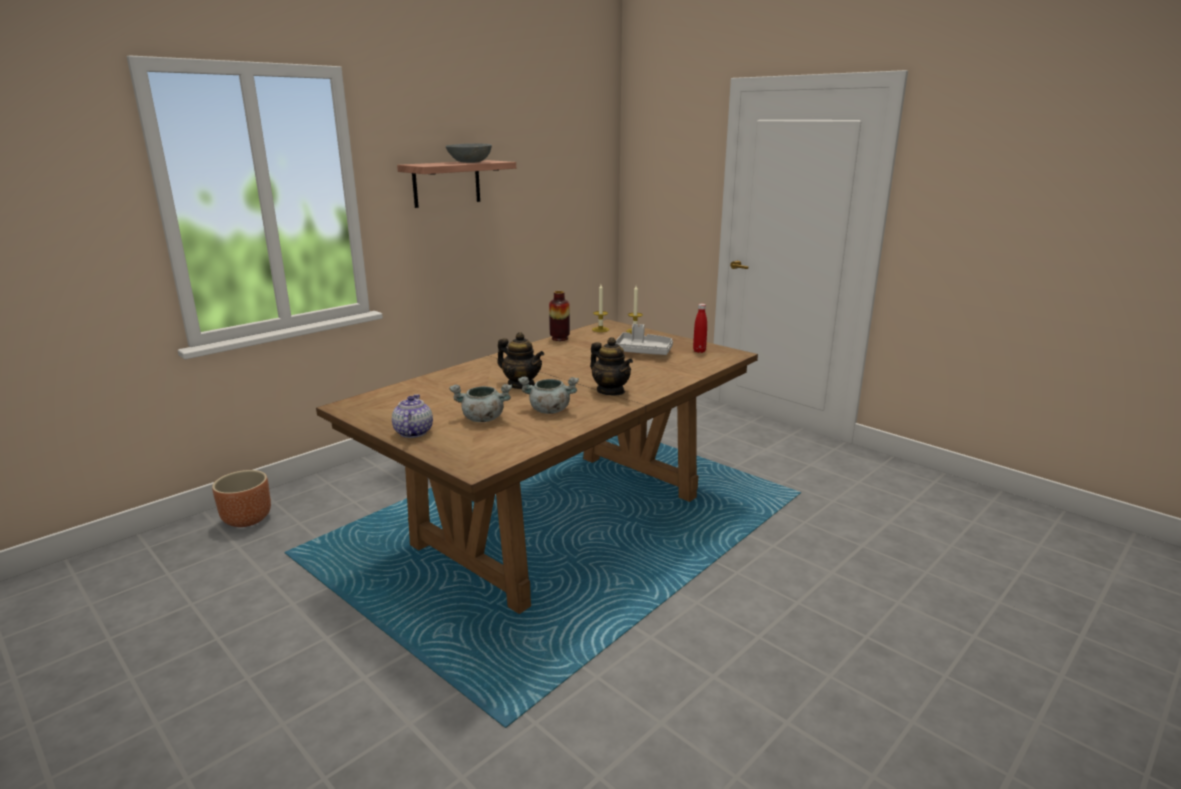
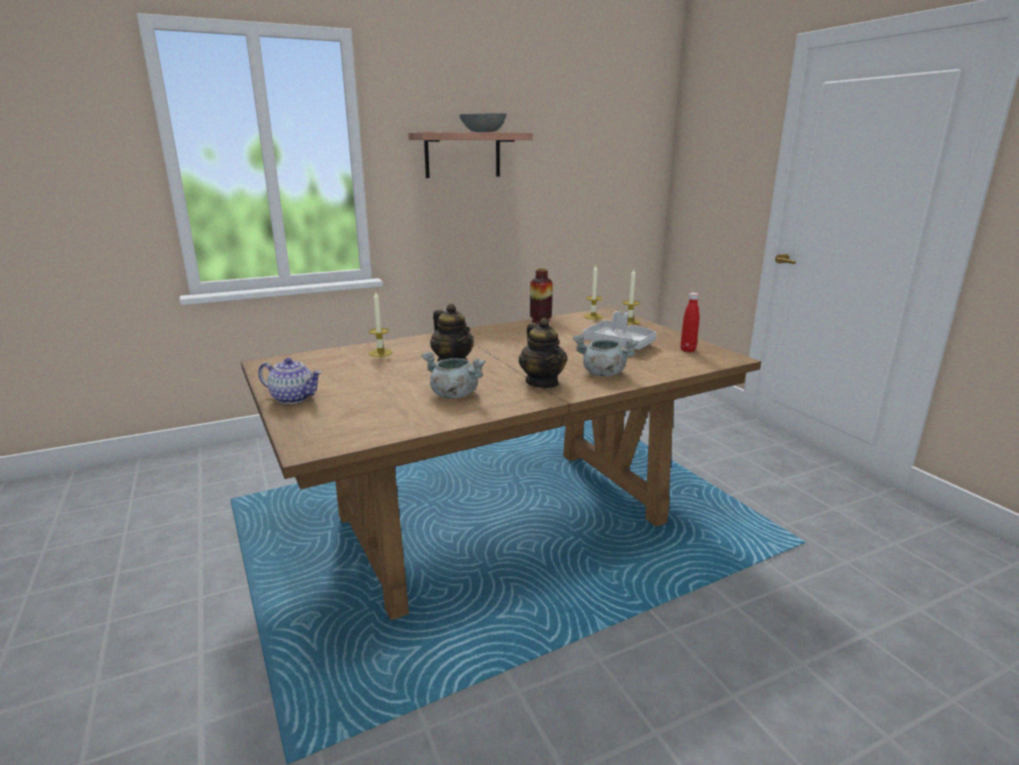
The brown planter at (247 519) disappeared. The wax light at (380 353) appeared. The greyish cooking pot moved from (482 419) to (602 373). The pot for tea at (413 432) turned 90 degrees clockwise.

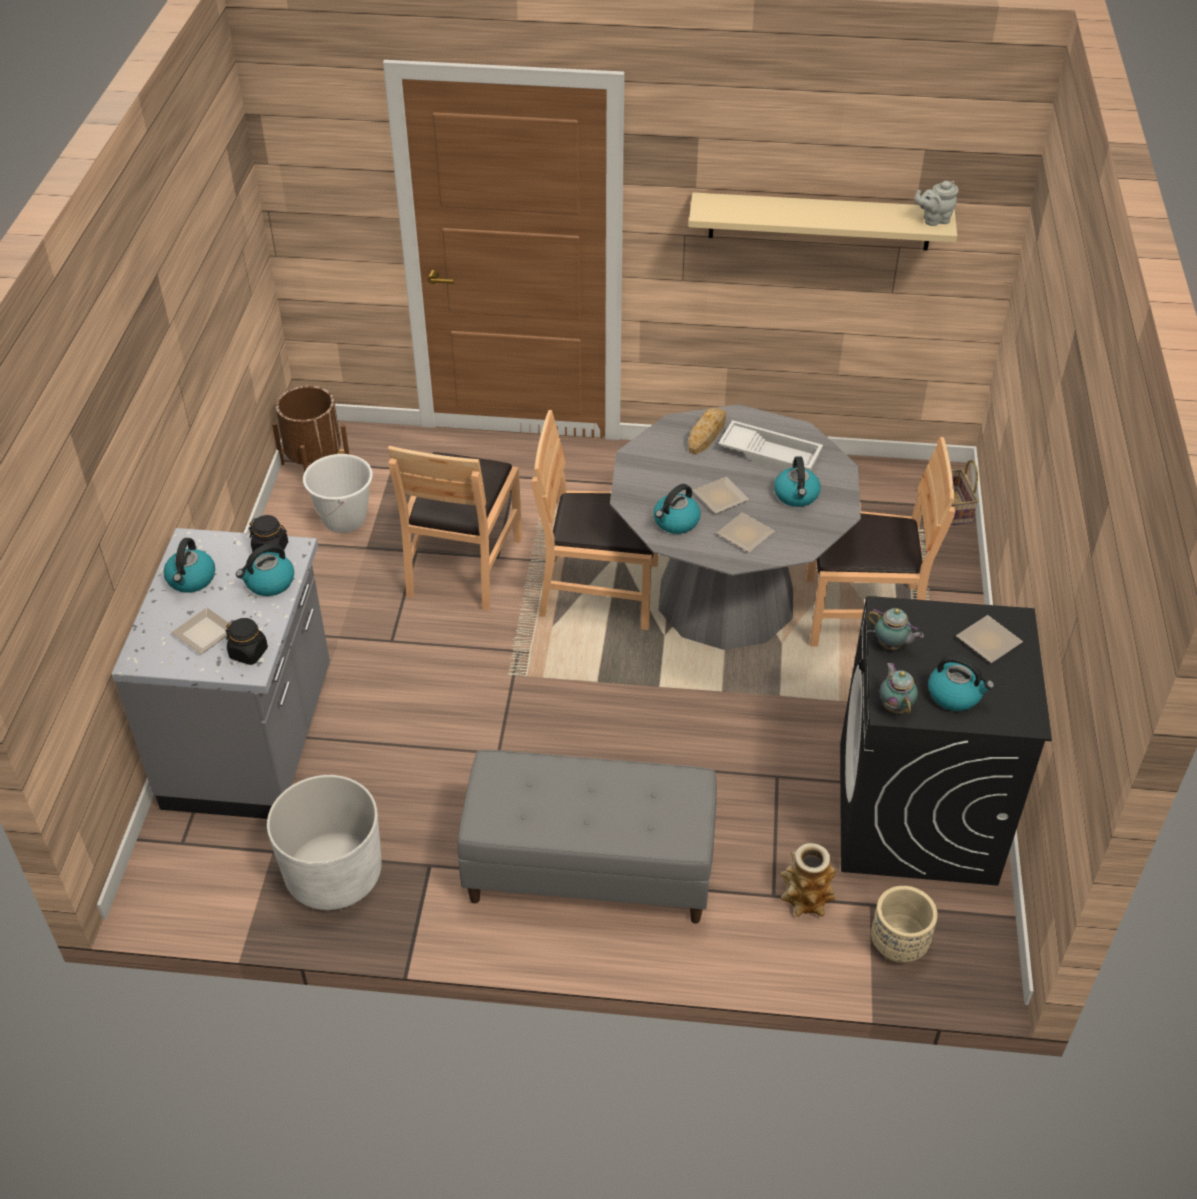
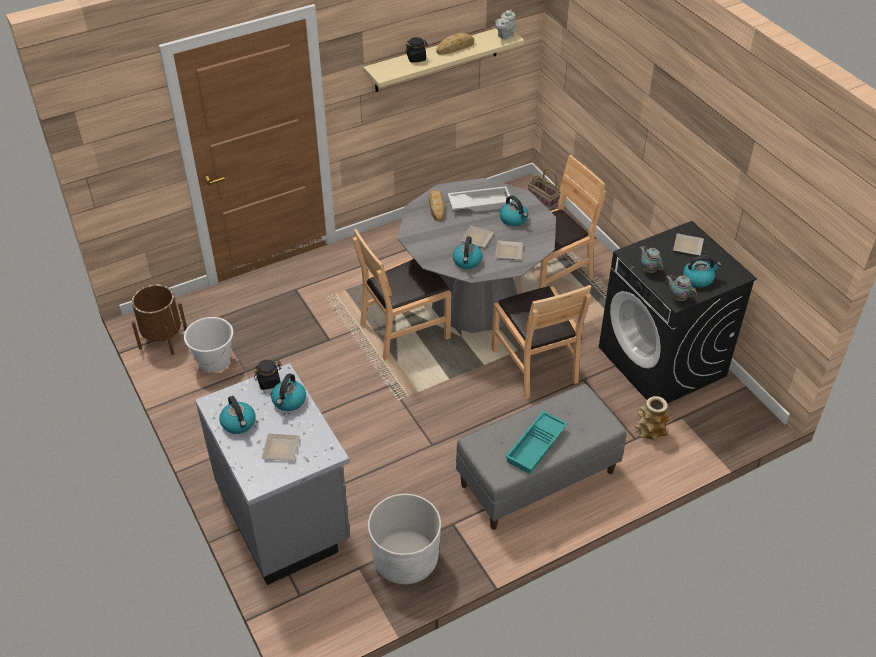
The beige planter at (898 945) disappeared. The bread at (455 47) appeared. The turquoise tray at (536 446) appeared. The black preserve jar moved from (249 653) to (416 58). The brown upright chair moved from (462 566) to (535 365). The pot for tea at (891 646) turned 120 degrees counterclockwise.

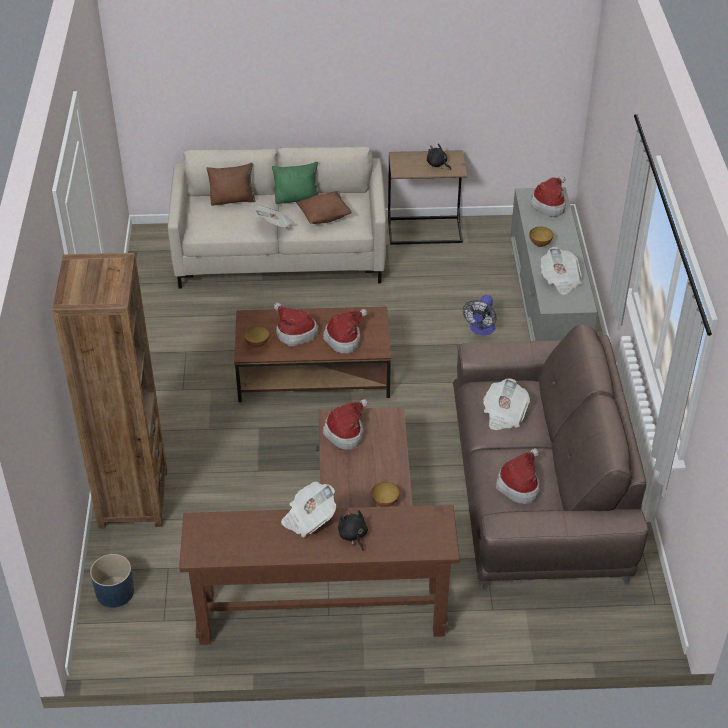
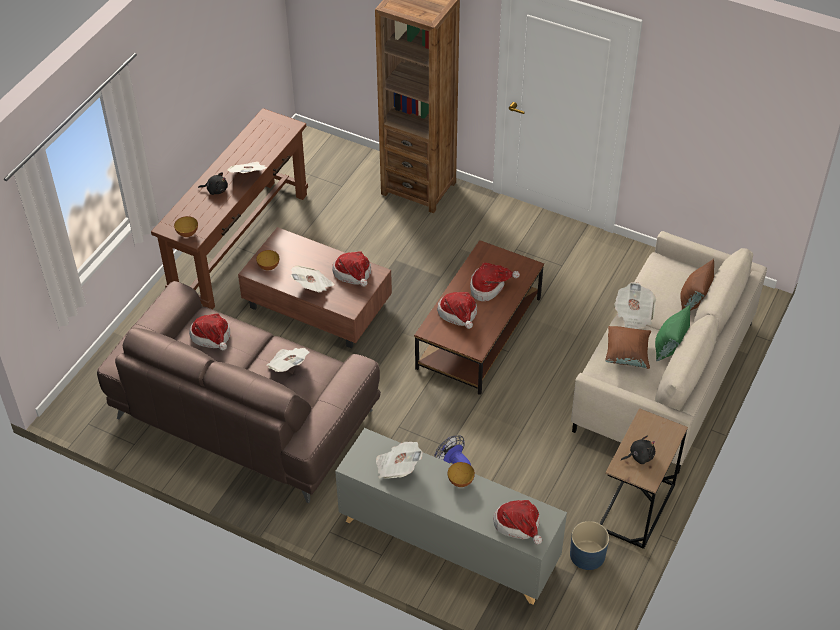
The printed paper at (313 286) appeared. The bluish planter moved from (115 592) to (587 555). The bowl moved from (257 344) to (187 234).

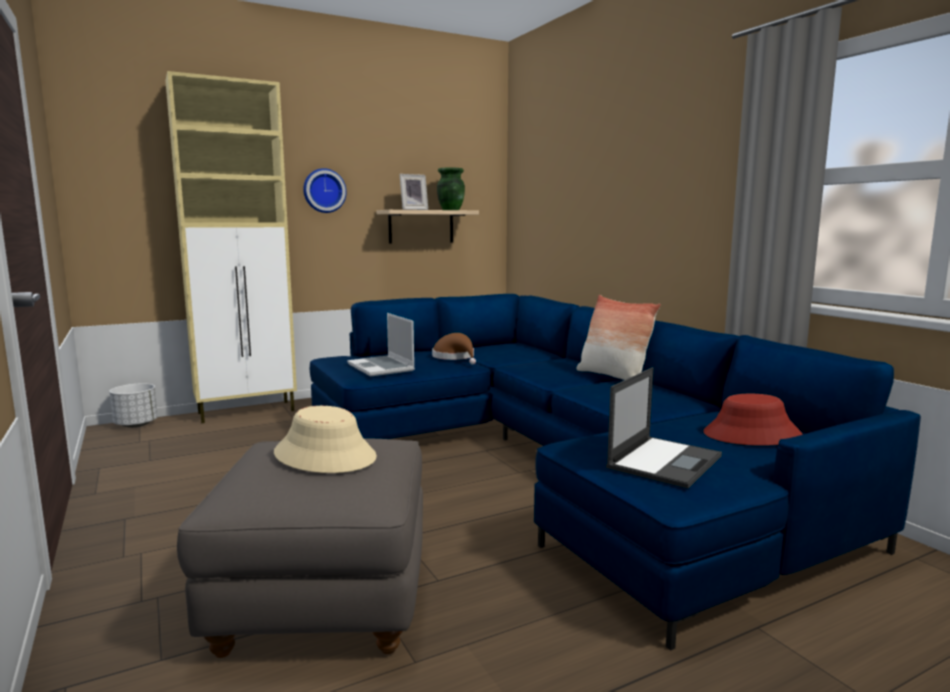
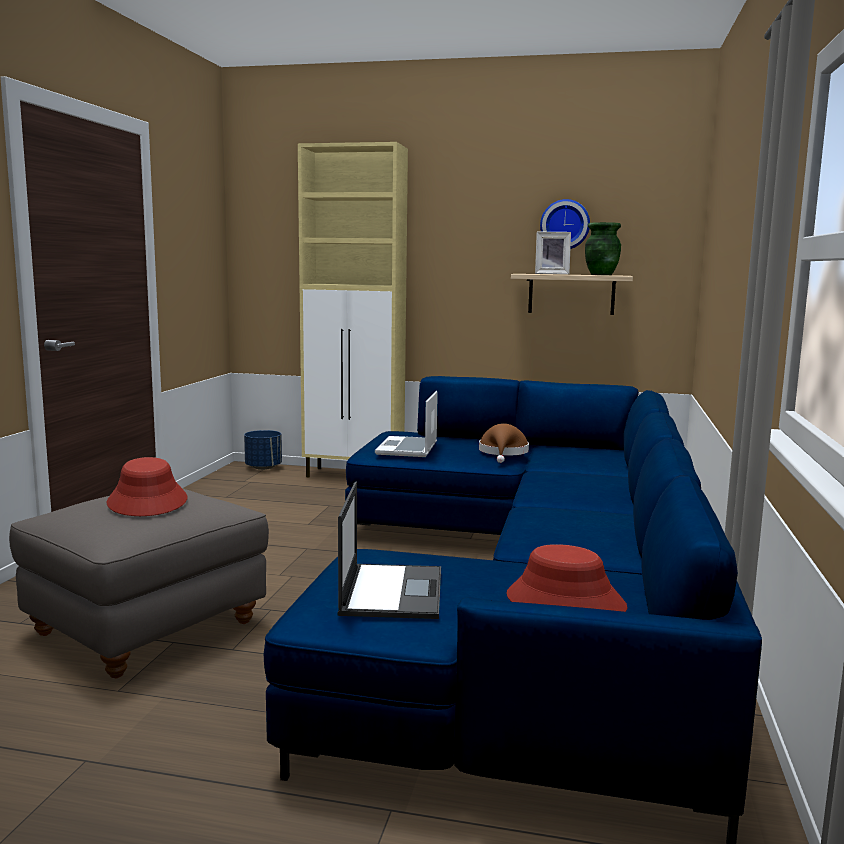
The pillow at (612 376) disappeared. The wall clock moved from (324 191) to (565 224). The white planter at (136 424) became the bluish planter at (263 467). The beige hat at (325 455) became the red-coloured hat at (148 501). The portable computer at (665 461) turned 75 degrees counterclockwise.

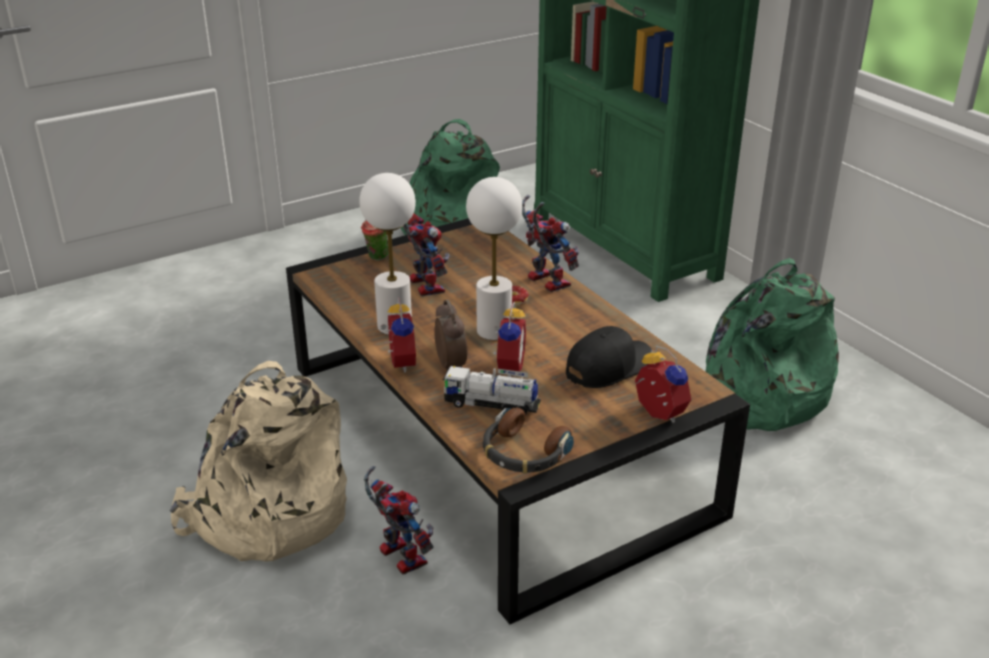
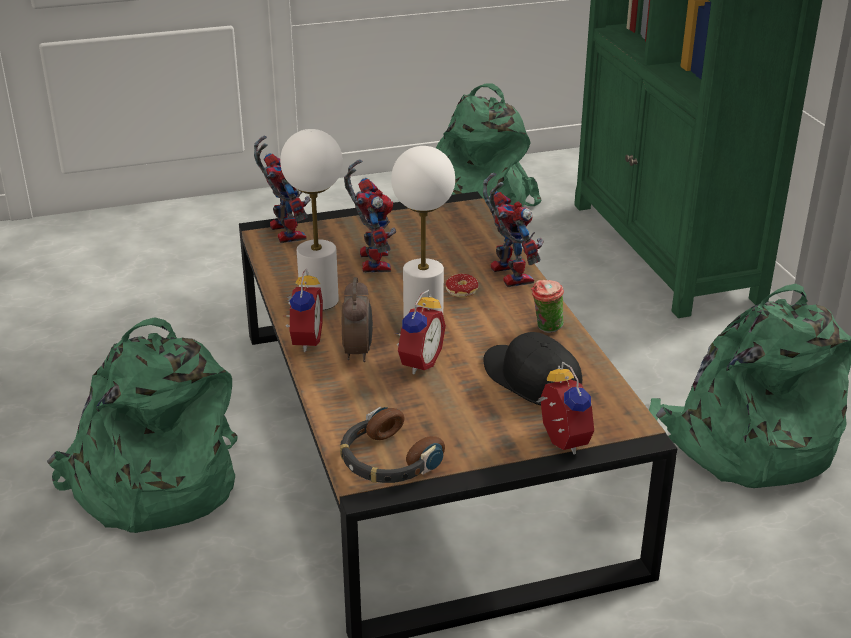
The toy truck at (491 404) disappeared. The cup moved from (376 258) to (546 329). The robot figure moved from (397 555) to (282 231). The beige backpack at (267 514) became the greenish backpack at (152 483). The black cap at (608 367) turned 105 degrees counterclockwise.

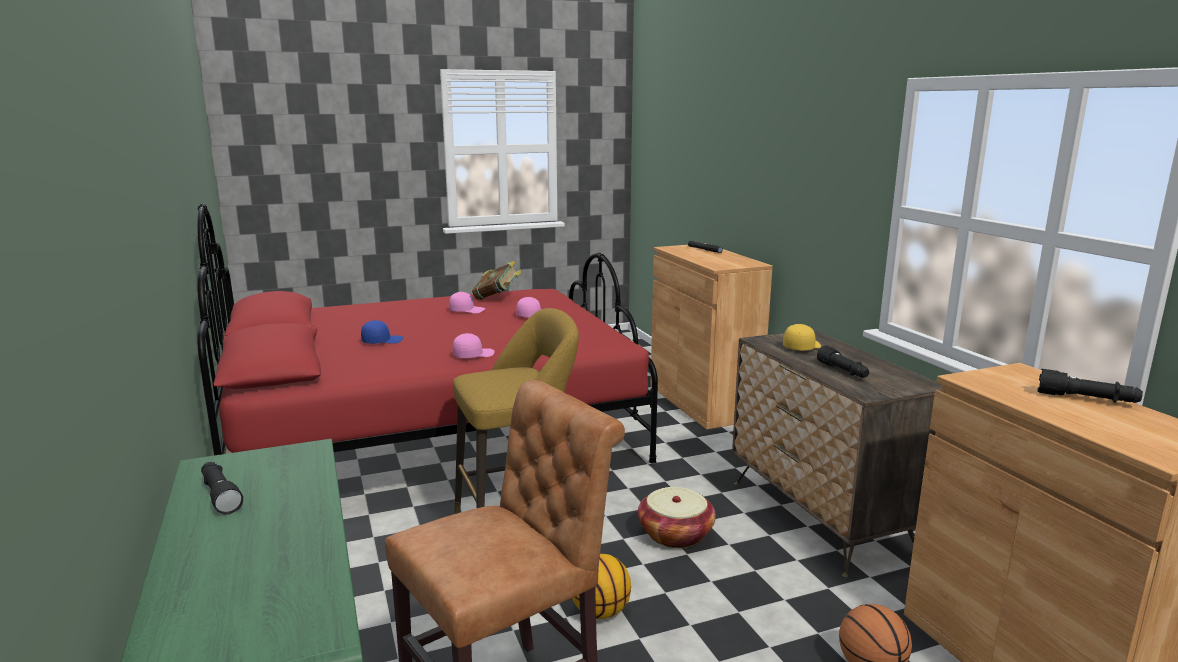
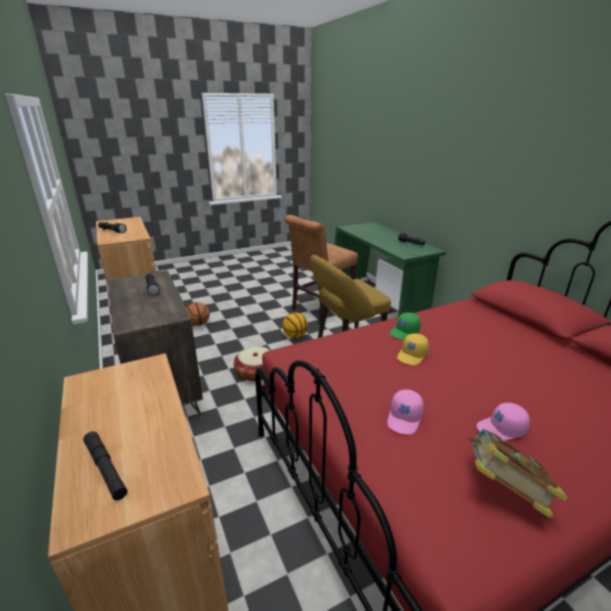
The bluish cap at (382 341) disappeared. The yellowish cap moved from (801 347) to (412 356). The pink cap at (473 355) became the greenish cap at (404 332).

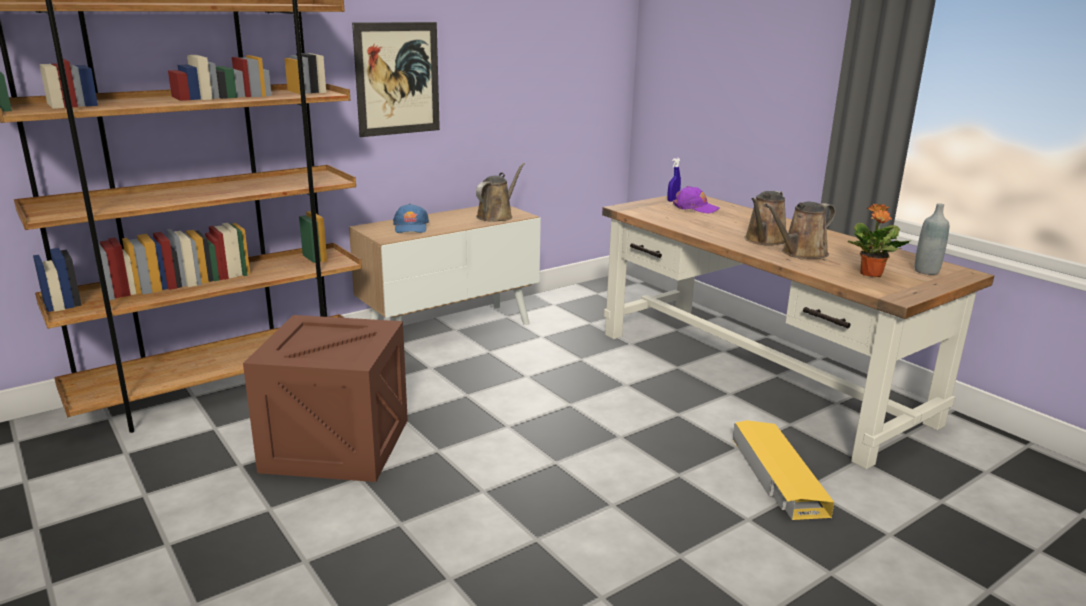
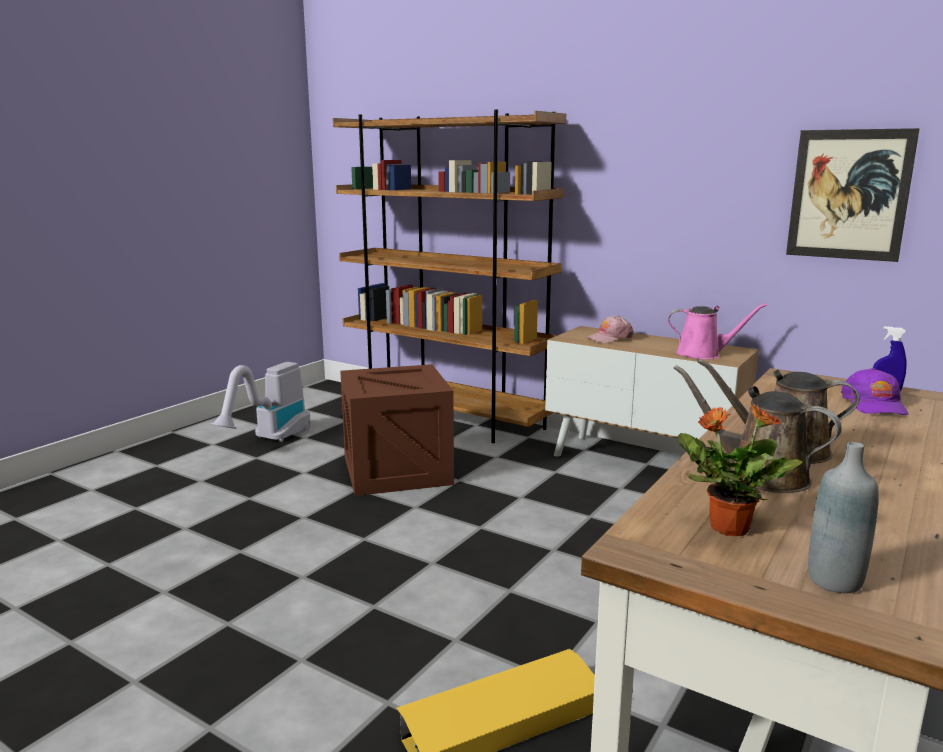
The hoover at (270 440) appeared. The wall picture moved from (397 79) to (849 195). The bluish cap at (411 227) became the pink cap at (609 338). The brown sprinkling can at (497 216) became the pink sprinkling can at (703 354).

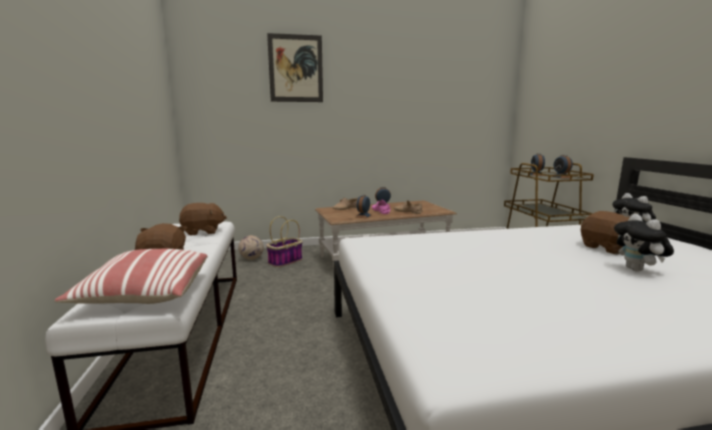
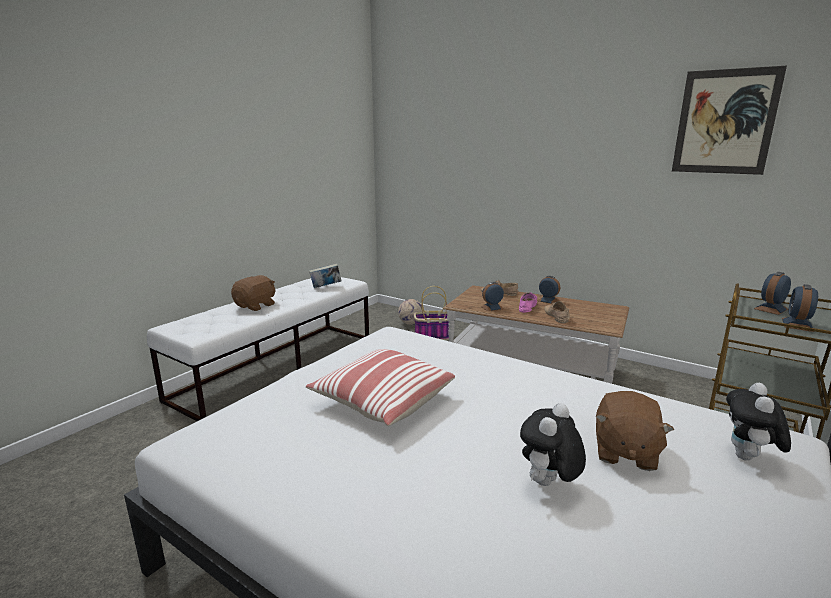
The pillow moved from (145 294) to (382 401). The wall picture moved from (296 68) to (725 122). The brown plush toy at (203 231) was replaced by the book at (326 287).

